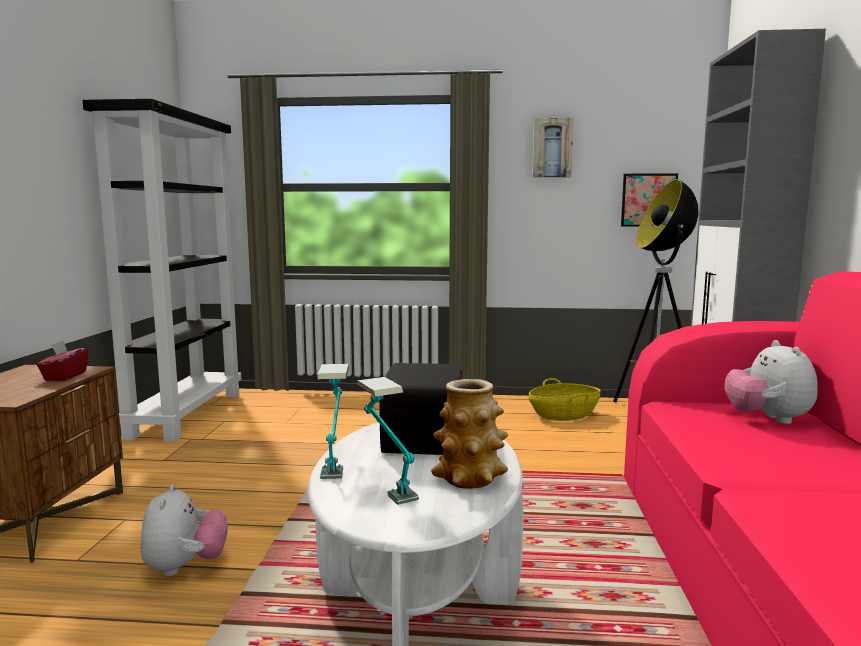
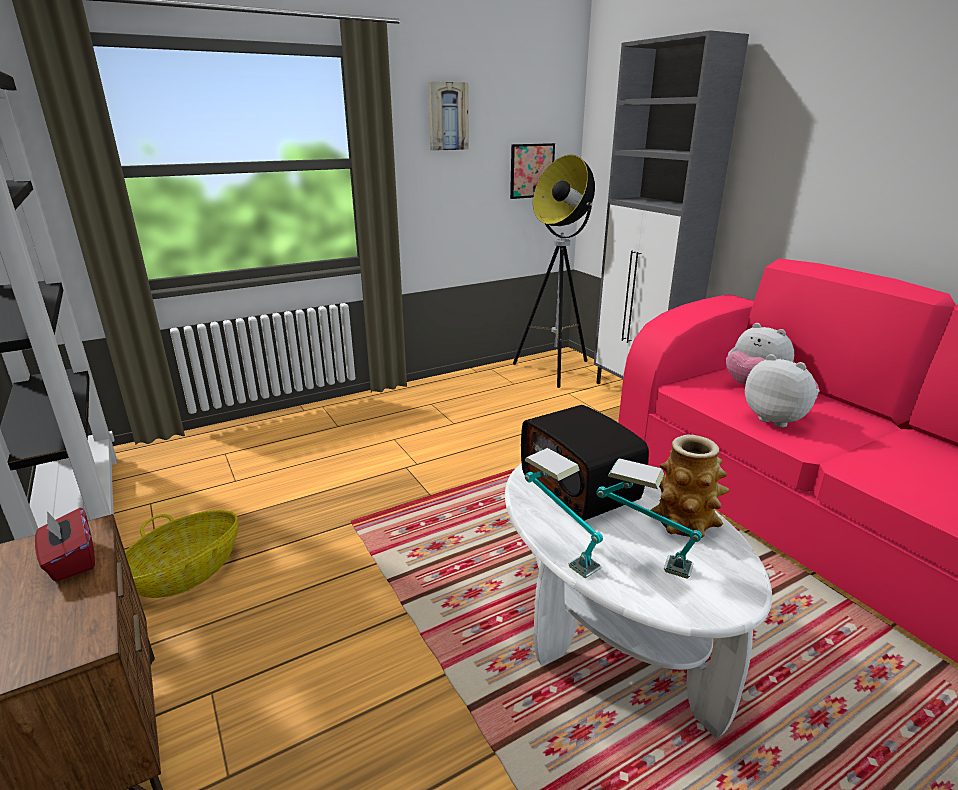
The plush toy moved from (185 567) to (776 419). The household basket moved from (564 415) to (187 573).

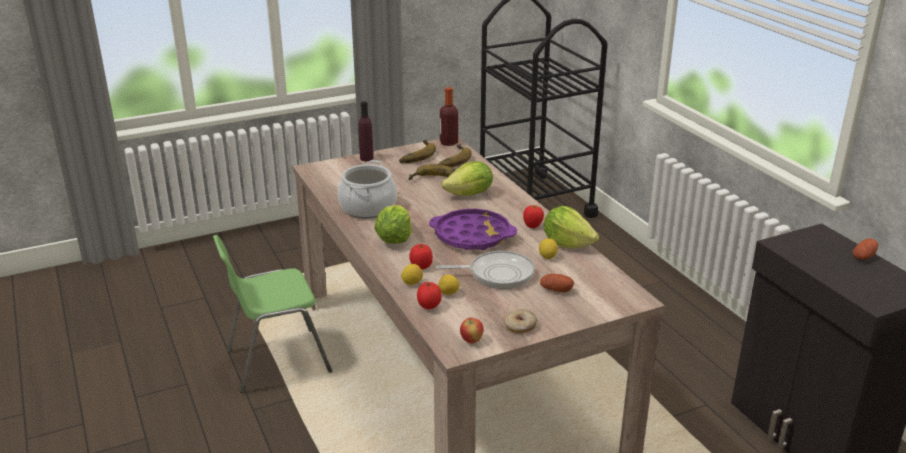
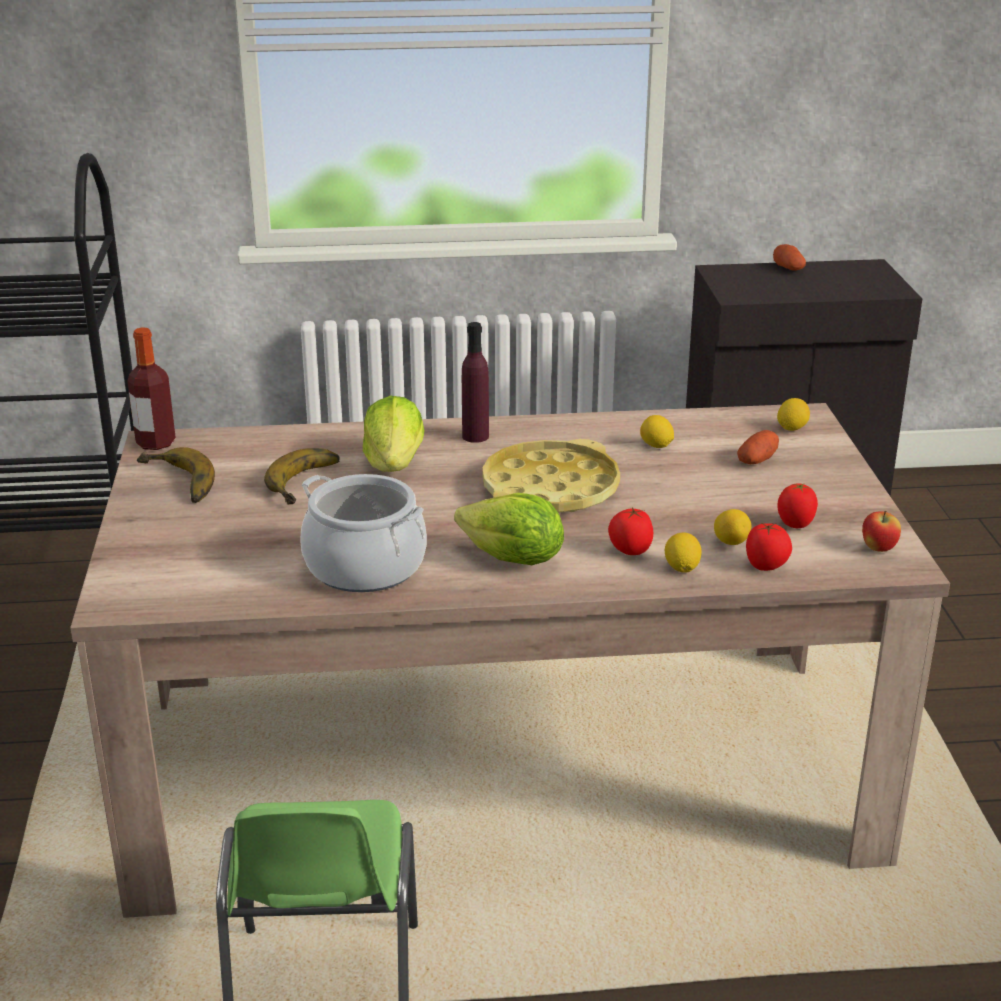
The skillet at (497 274) disappeared. The whole banana at (450 160) disappeared. The doughnut at (520 326) disappeared. The lettuce at (567 243) disappeared. The lemon at (791 428) appeared. The purple-coloured beverage bottle moved from (366 158) to (475 436). The fresh tomato moved from (532 226) to (795 525). The purple-coloured tray at (472 236) became the yellowish tray at (550 489).

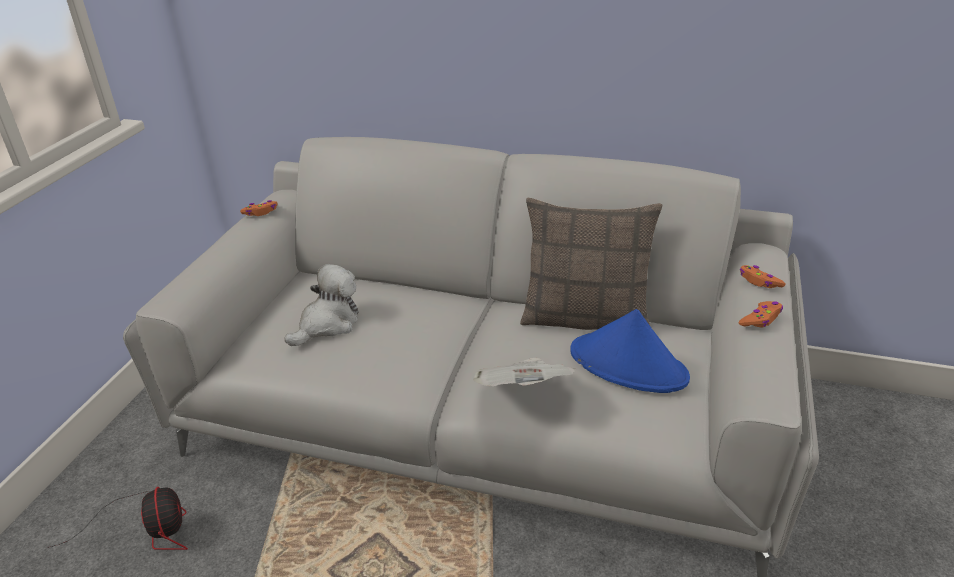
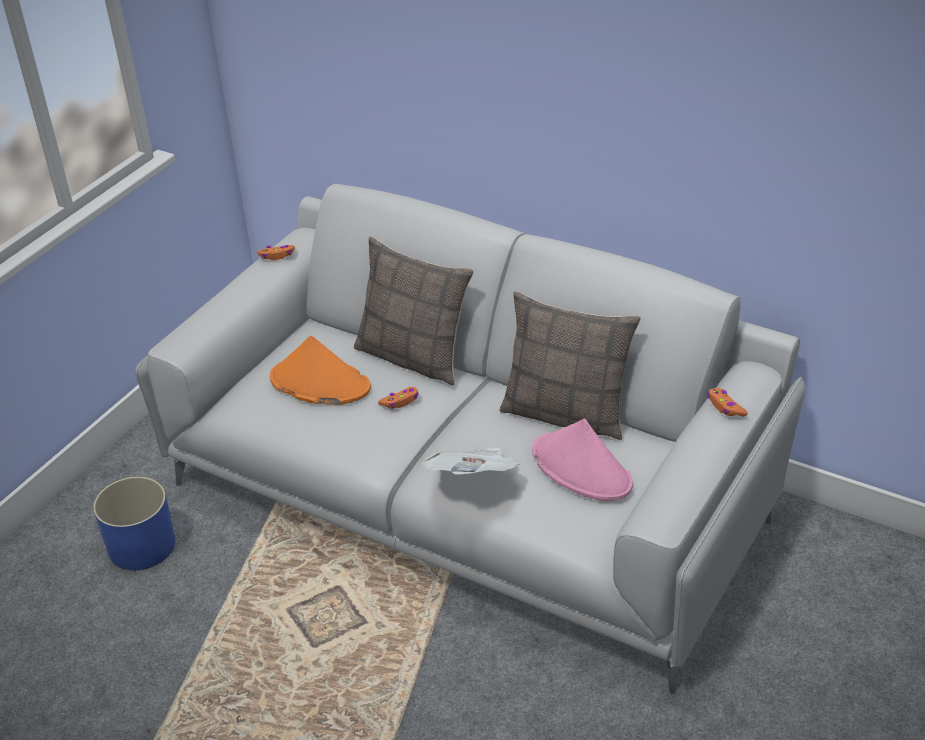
The pillow at (414 357) appeared. The orangey joypad moved from (761 319) to (400 402). The cooling fan at (151 528) was replaced by the bluish planter at (142 546). The plush toy at (328 324) was replaced by the orangey hat at (319 383). The bluish hat at (628 365) became the pink hat at (582 468).

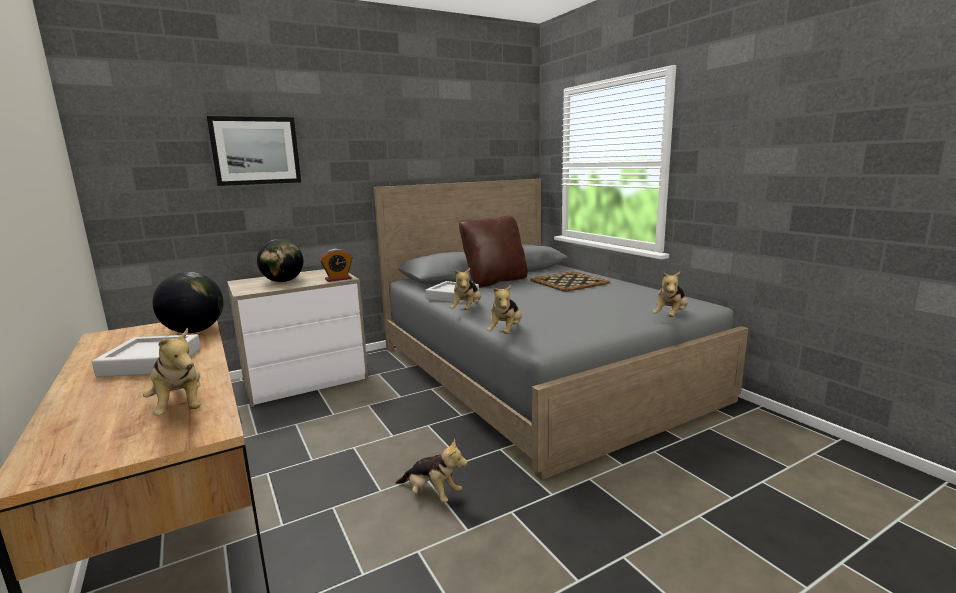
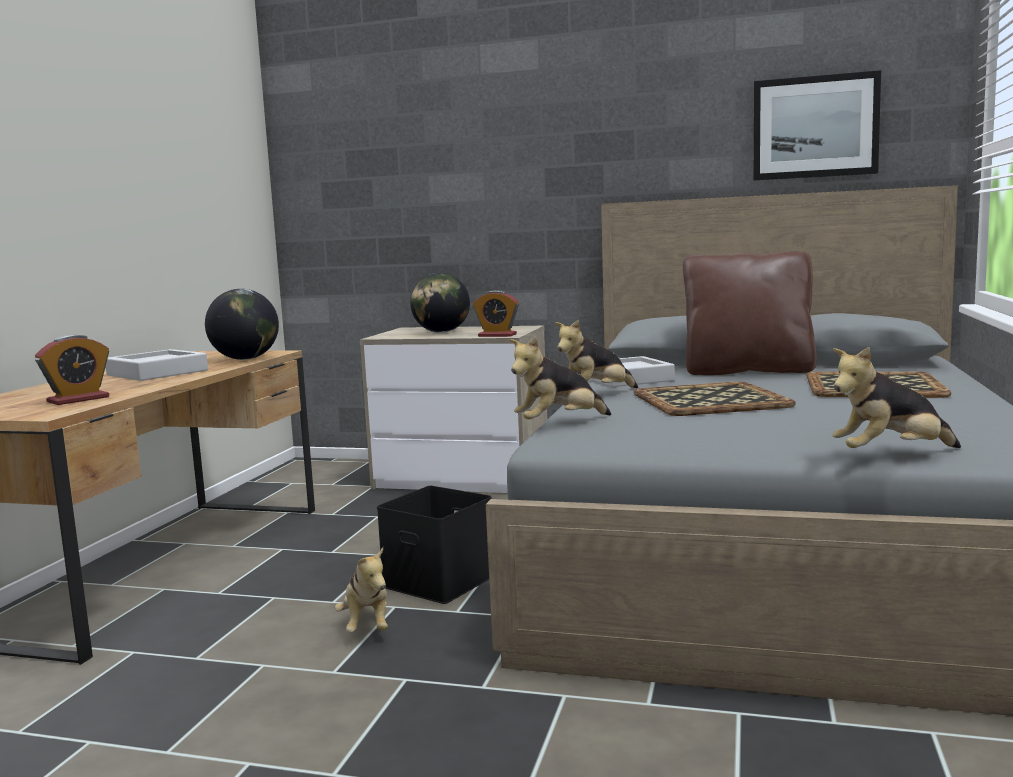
The black storage container at (442 580) appeared. The tray at (711 400) appeared. The wall picture moved from (256 151) to (815 127). The plush toy at (180 407) was replaced by the alarm clock at (78 399).

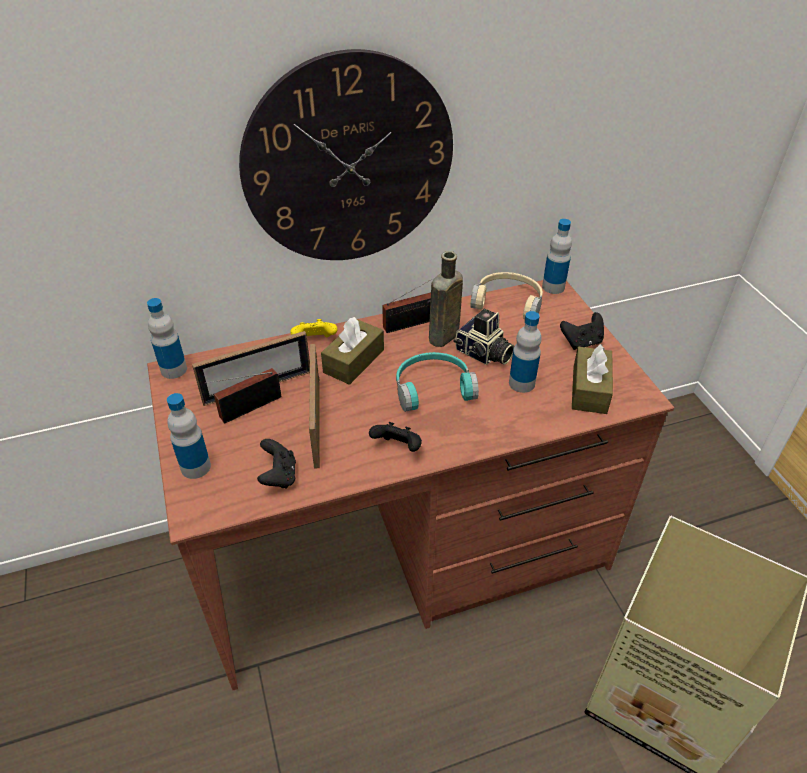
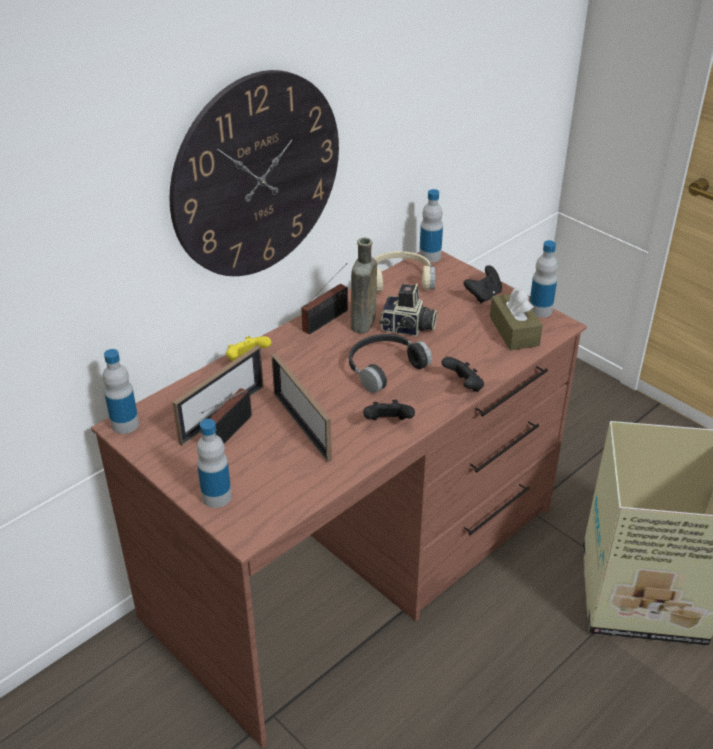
The brown tissue holder at (354 361) disappeared. The black joypad moved from (279 476) to (463 386). The beverage bottle moved from (521 383) to (540 310). The turquoise headset at (432 387) became the black headset at (383 367).

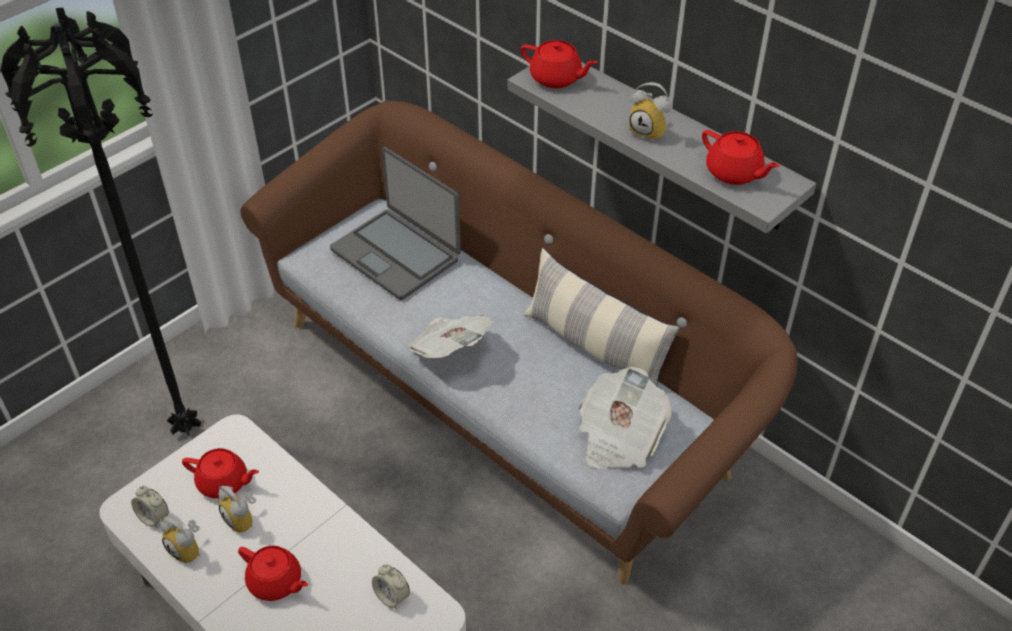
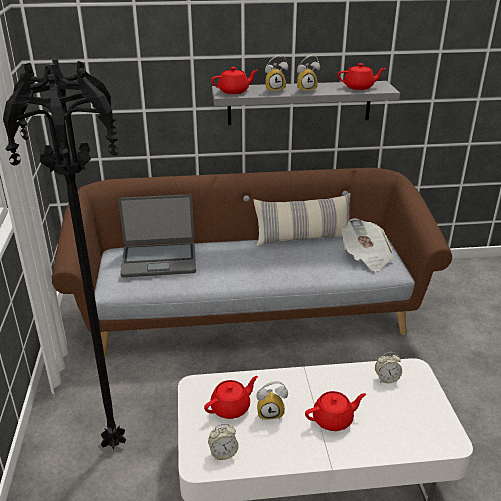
The printed paper at (450 349) disappeared. The alarm clock moved from (189 549) to (275 90).

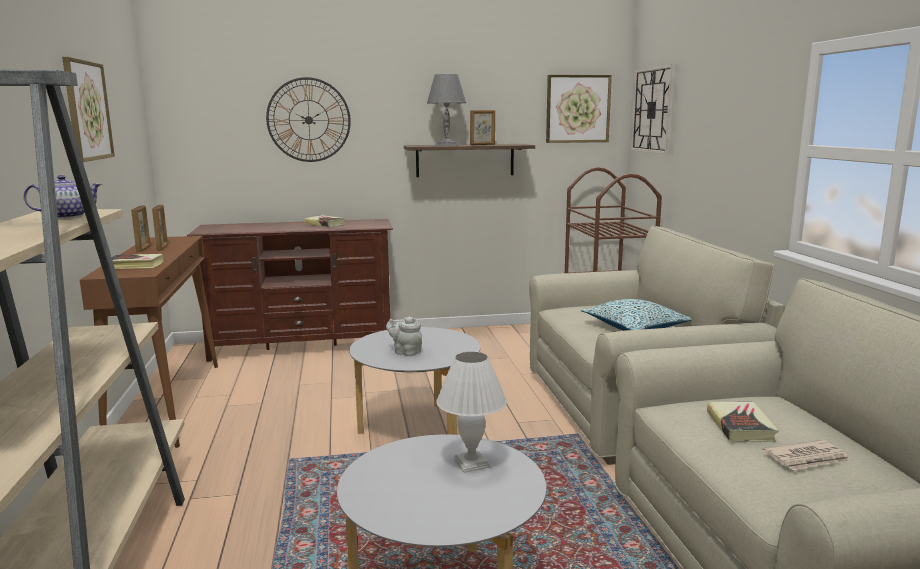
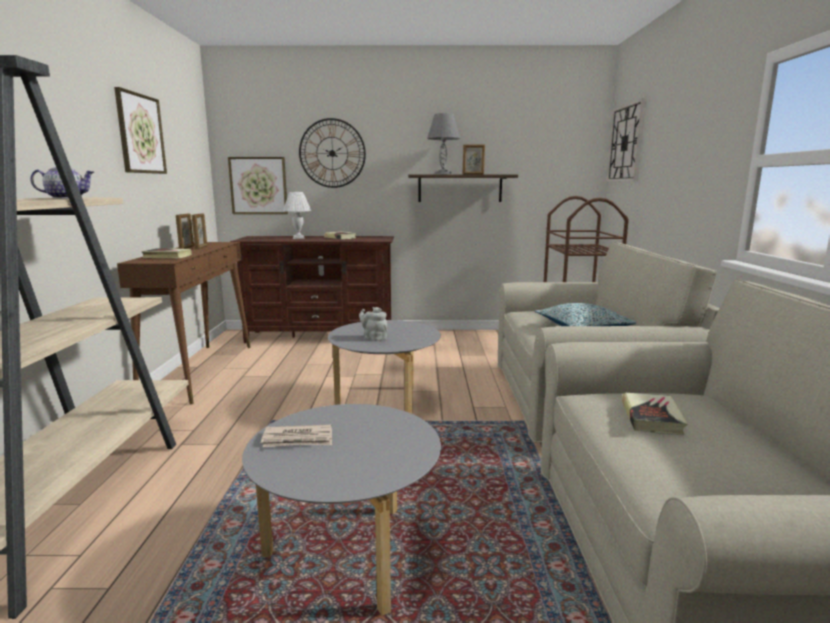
The white lamp for a table moved from (472 464) to (298 238). The wall picture moved from (578 109) to (258 185). The printed paper moved from (807 459) to (298 439).

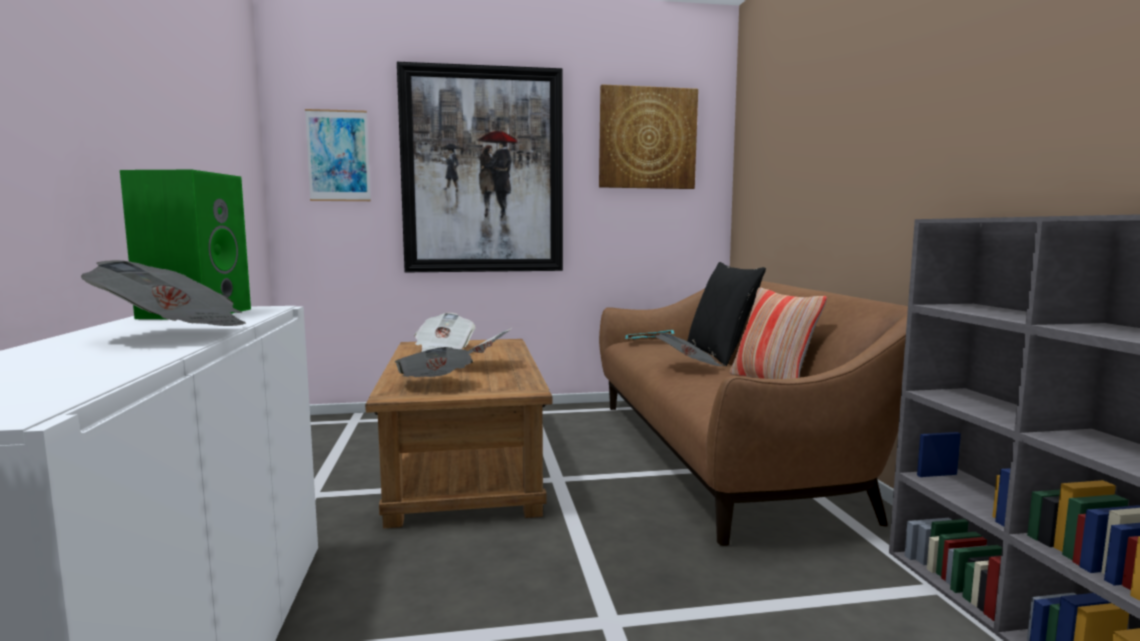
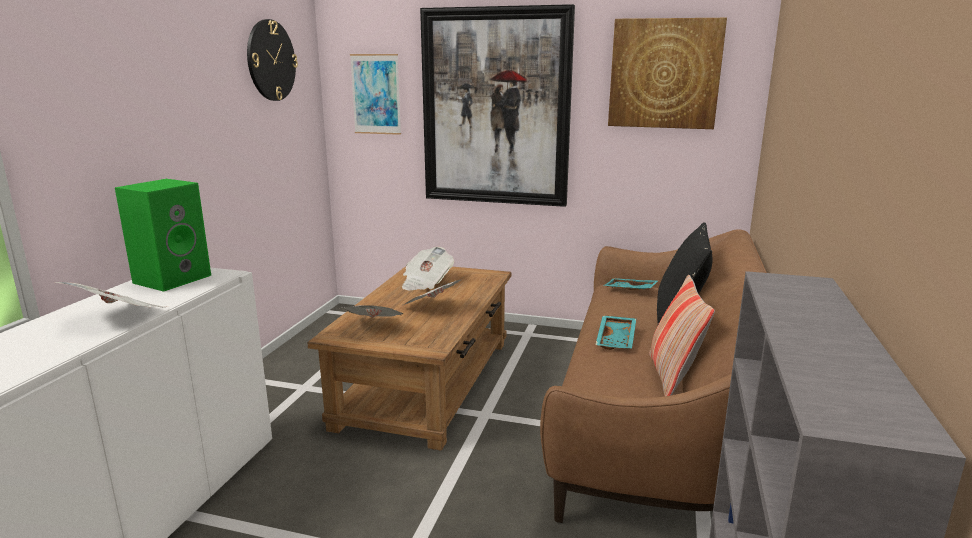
The wall clock at (271 60) appeared. The printed paper at (690 368) was replaced by the turquoise tray at (617 339).

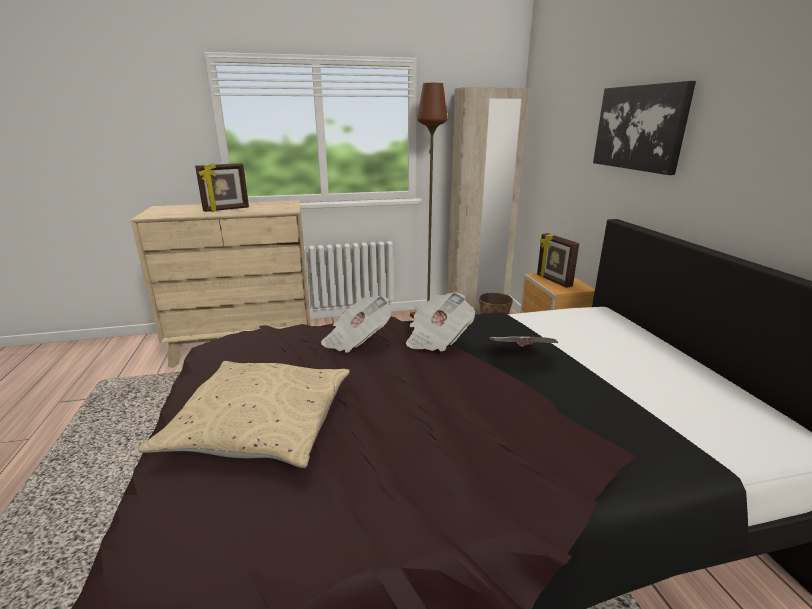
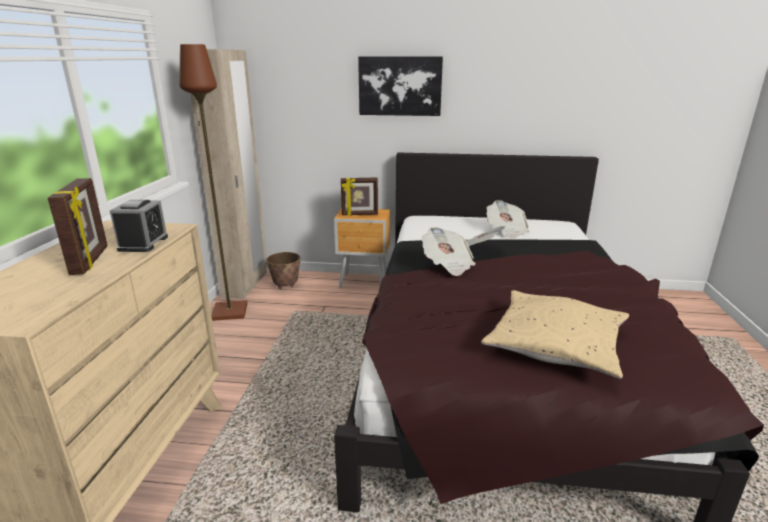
The alarm clock at (143 243) appeared. The printed paper moved from (356 340) to (506 231).

